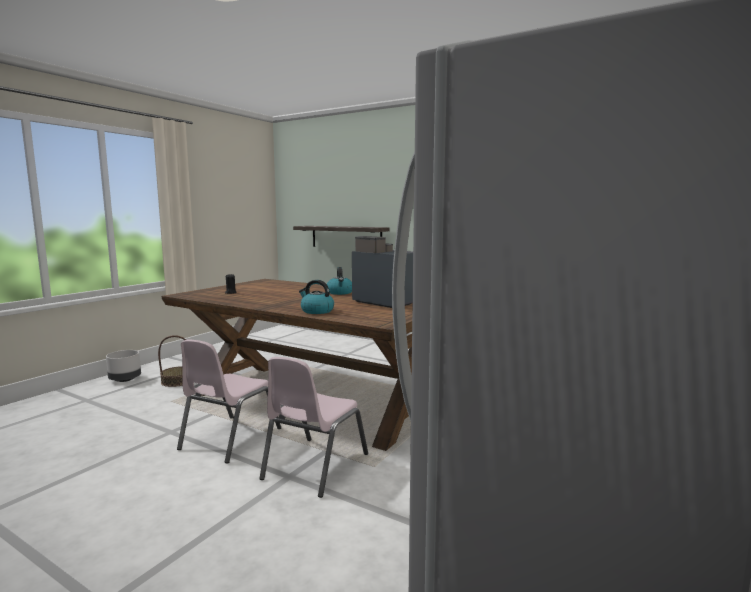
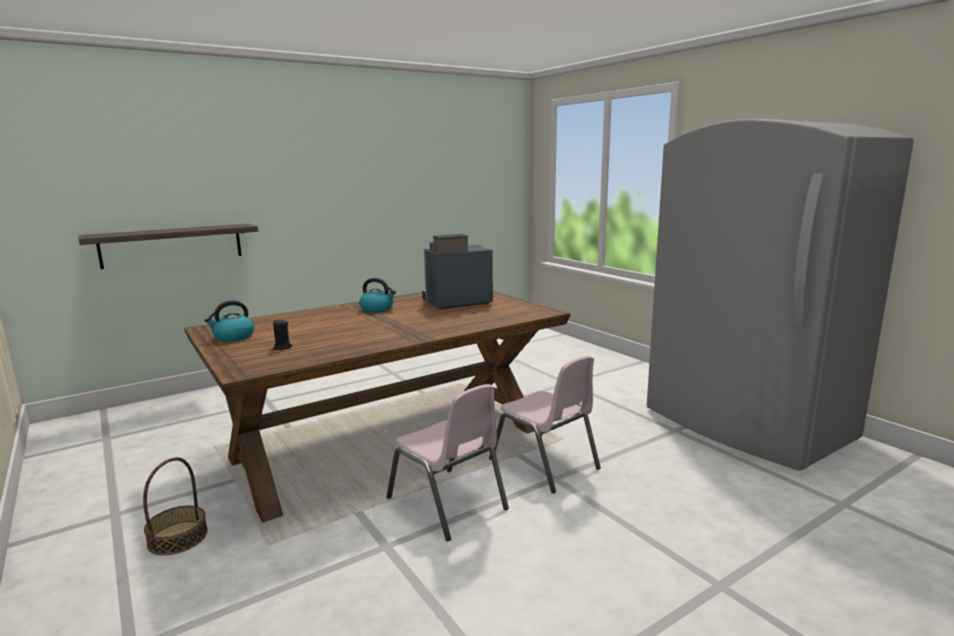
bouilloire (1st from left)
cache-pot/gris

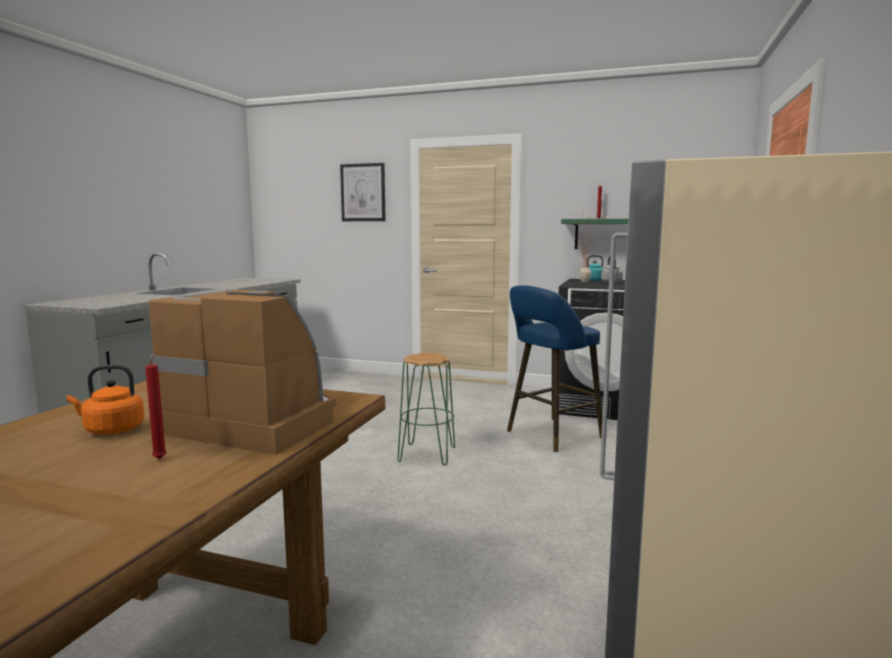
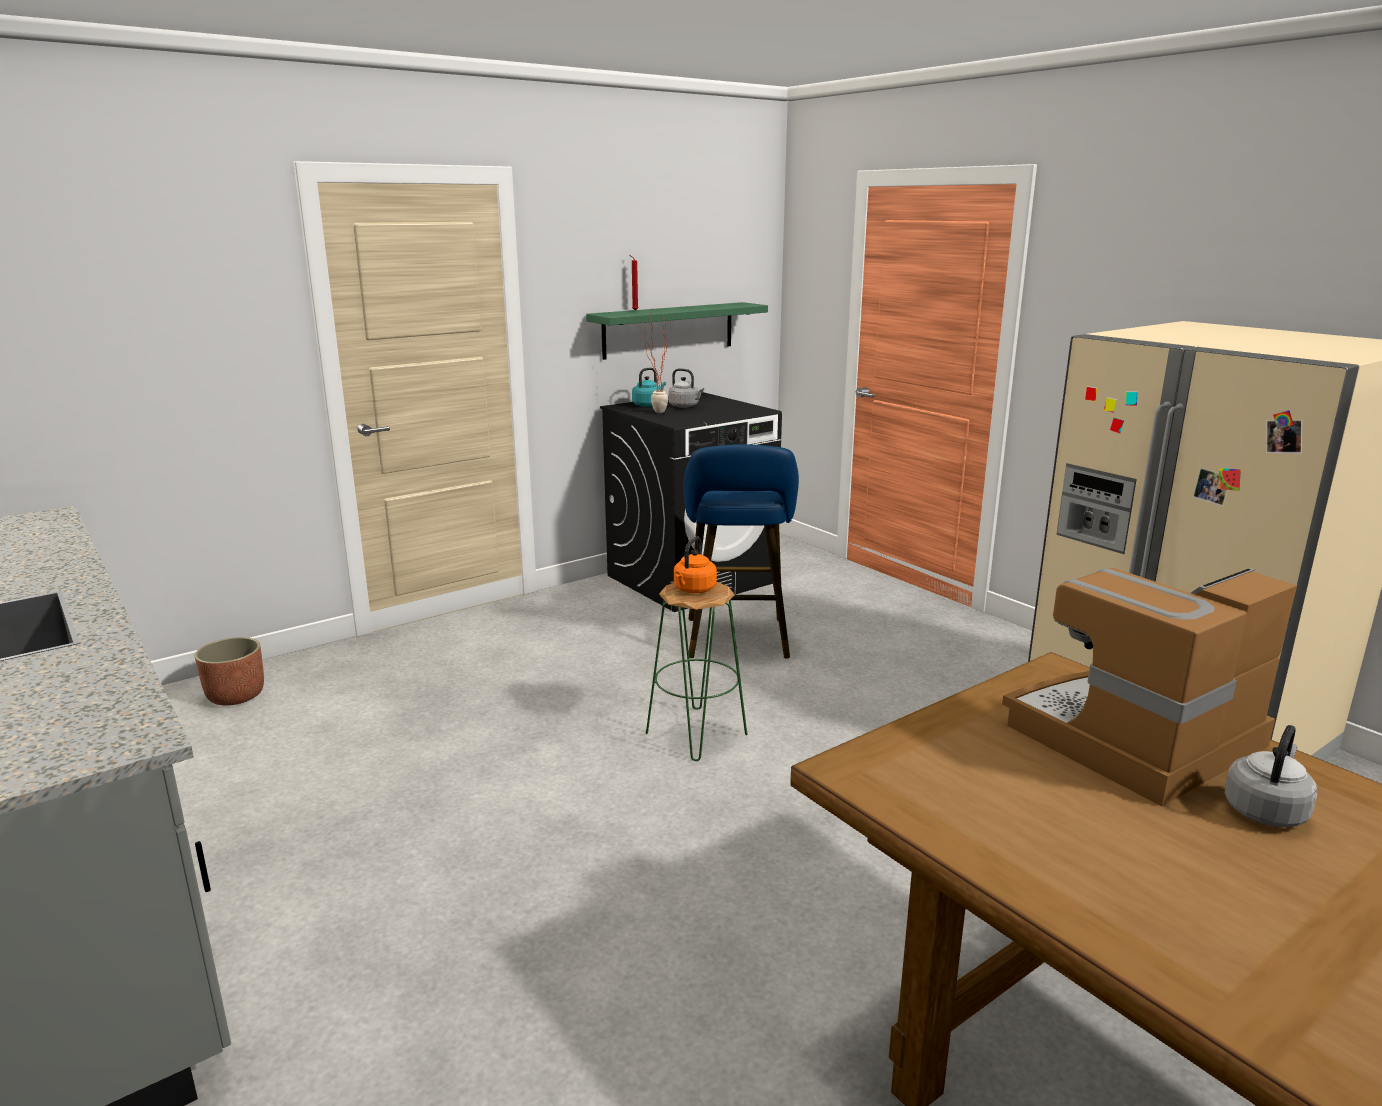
cache-pot
bouilloire/orange
bouilloire/gris (2nd from left)
tableau

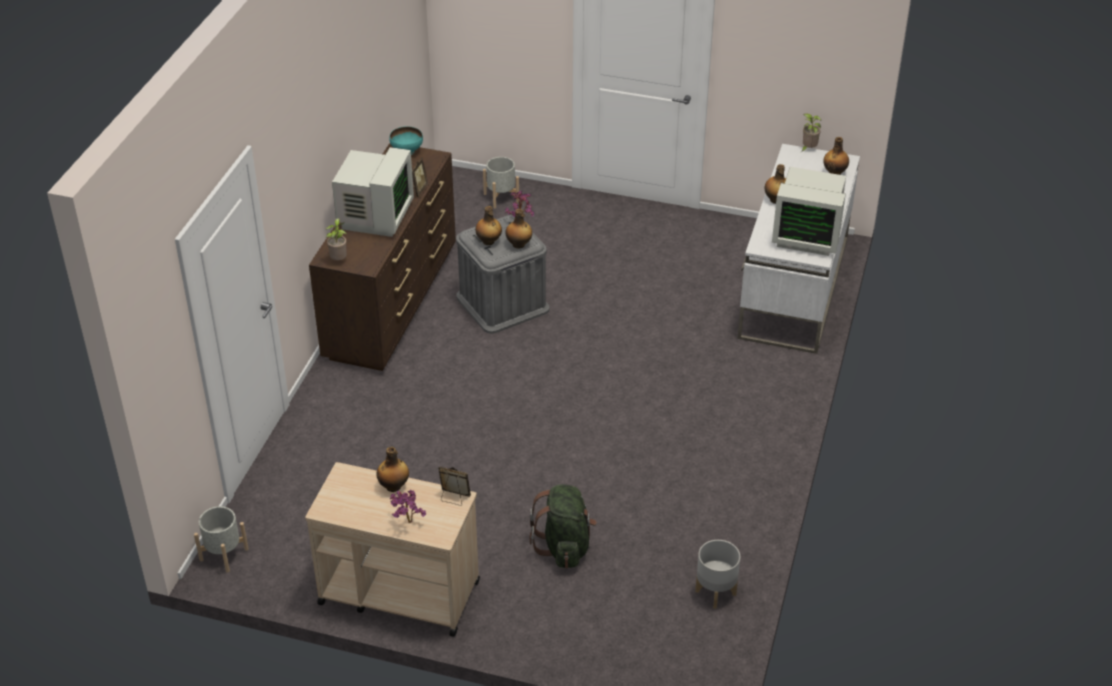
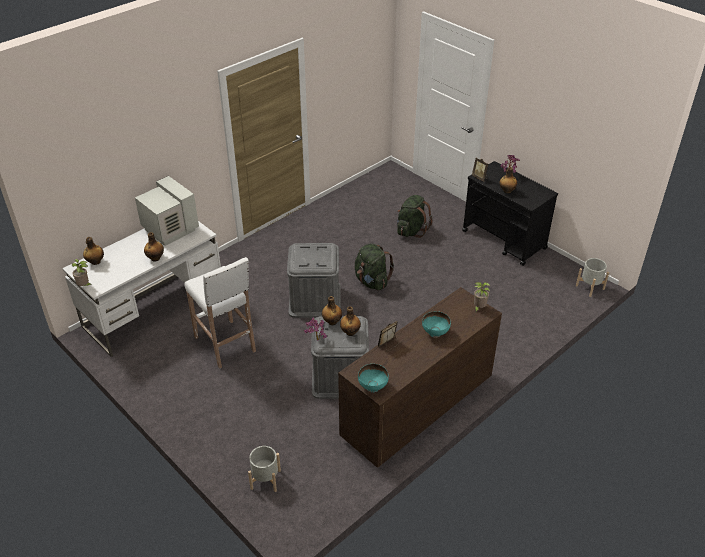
tabouret/blanc
boîte de rangement/gris (1st from left)
sac à dos/vert (1st from left)
bol/turquoise (2nd from left)
chariot/noir
cache-pot/gris (3rd from left in the first image)

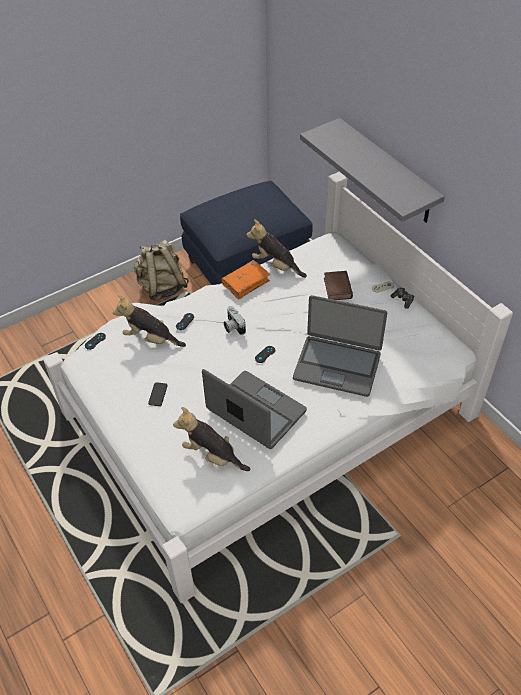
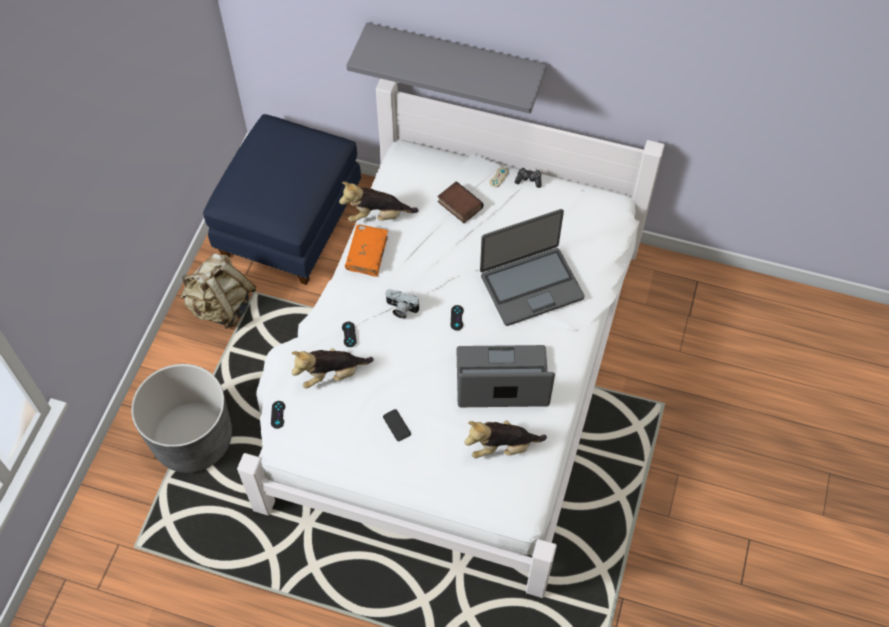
cache-pot/gris

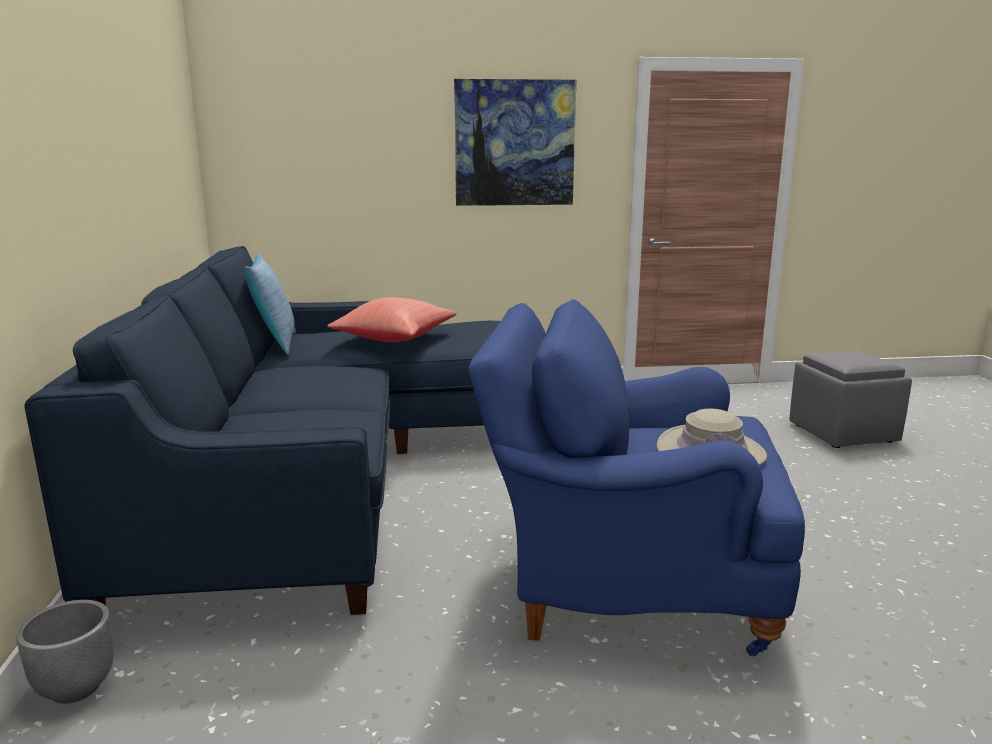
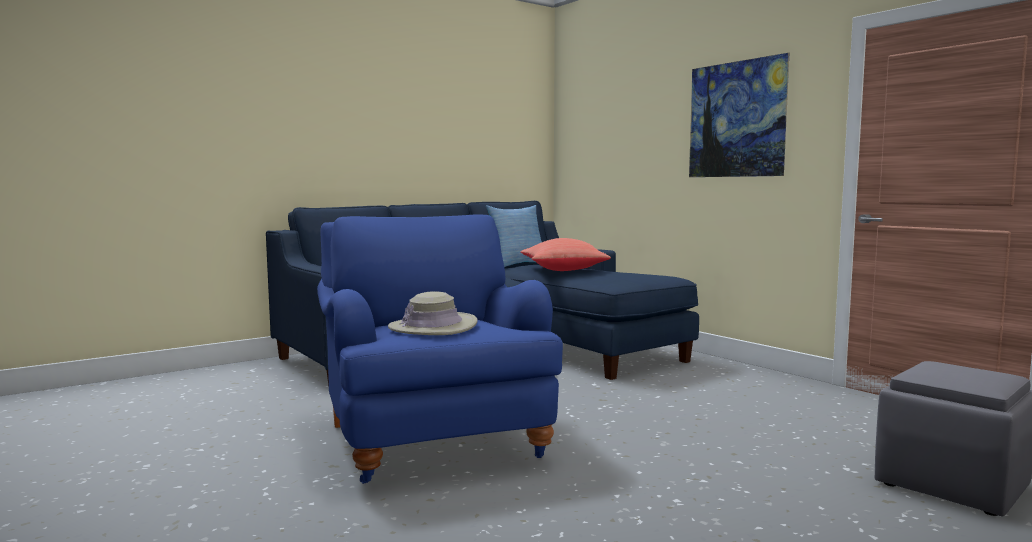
cache-pot/gris

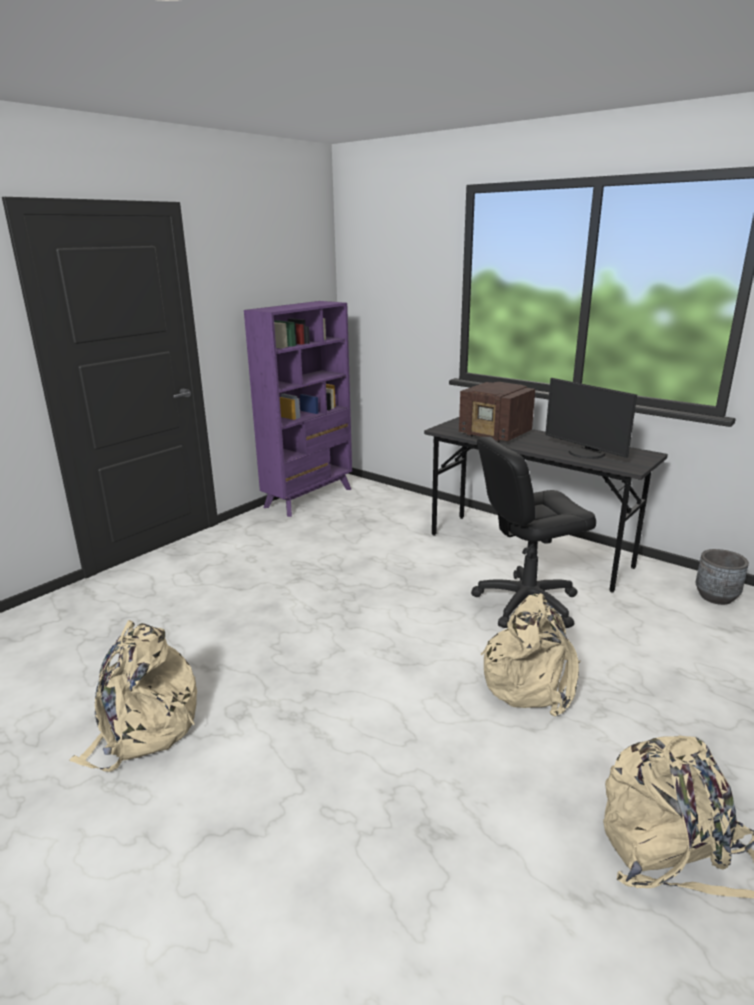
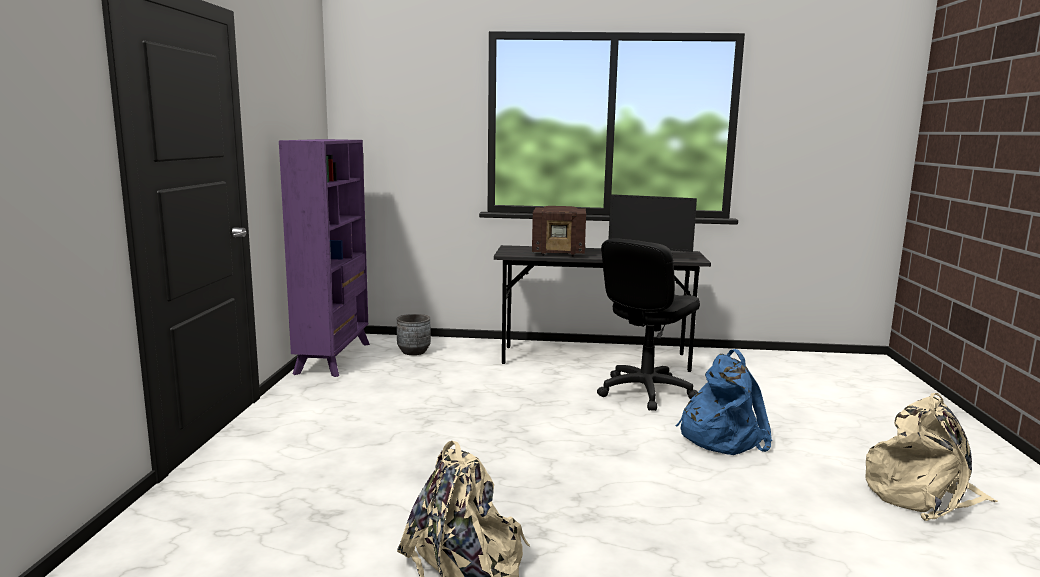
cache-pot/gris
sac à dos/bleu

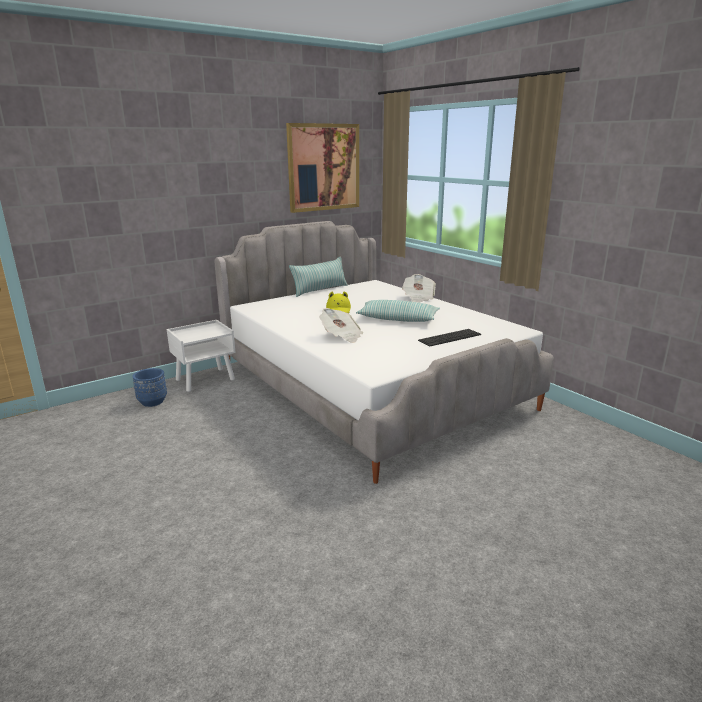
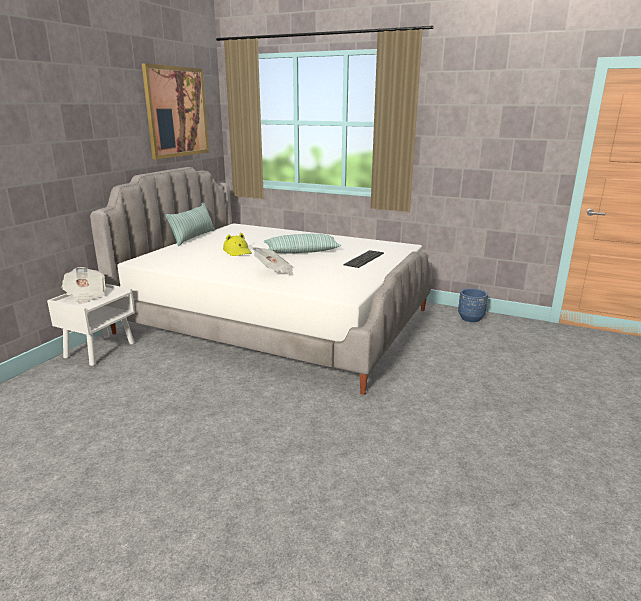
journal (1st from left)
cache-pot/bleu

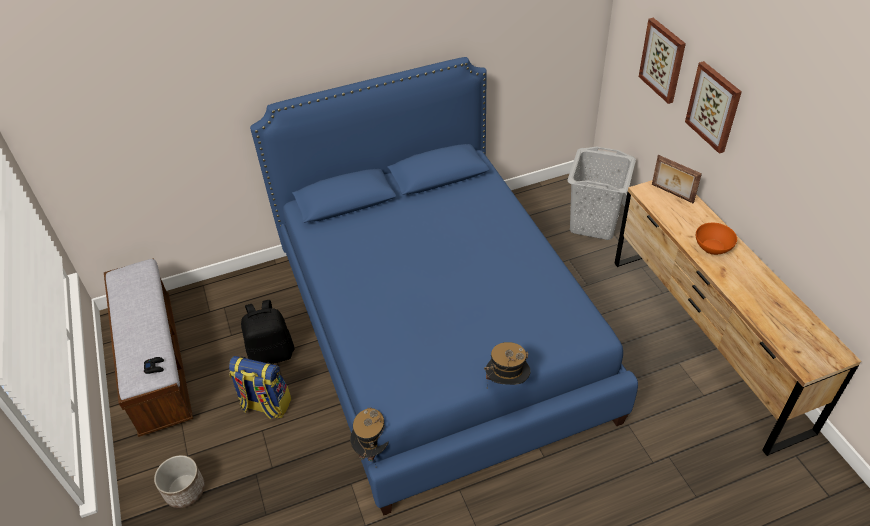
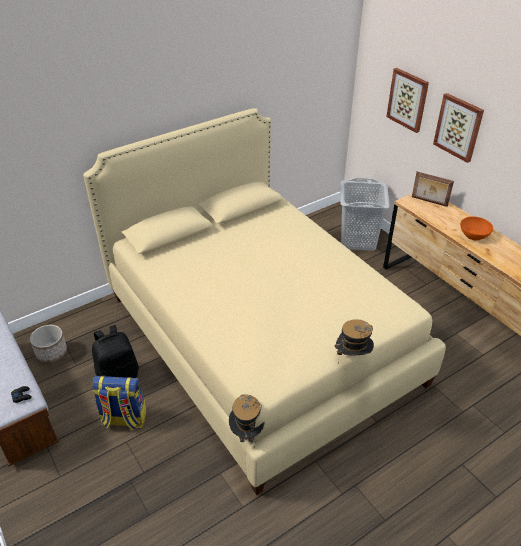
cache-pot
lit/beige

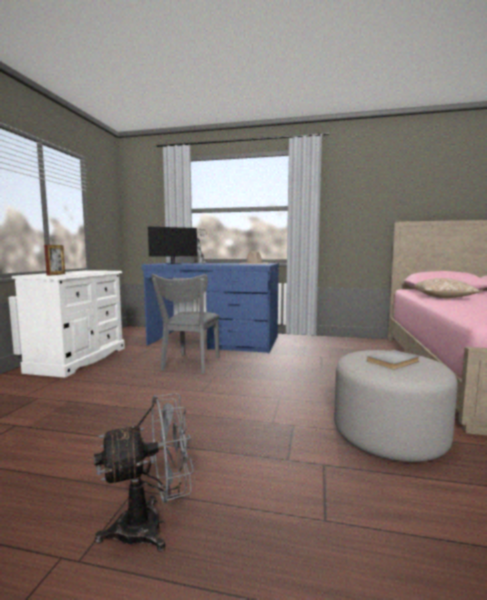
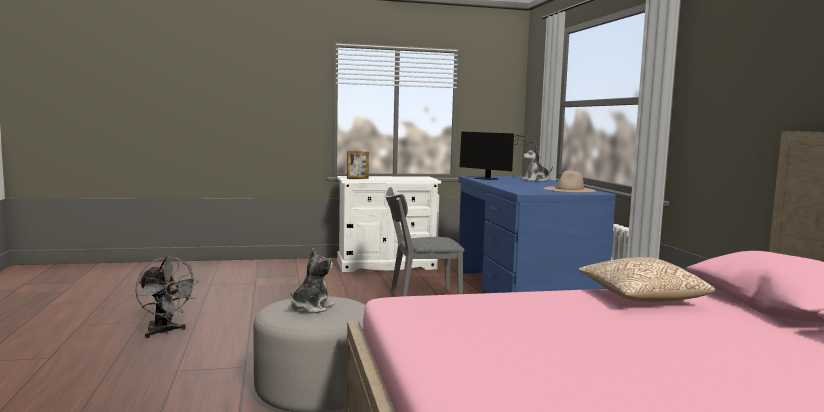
peluche (1st from left)

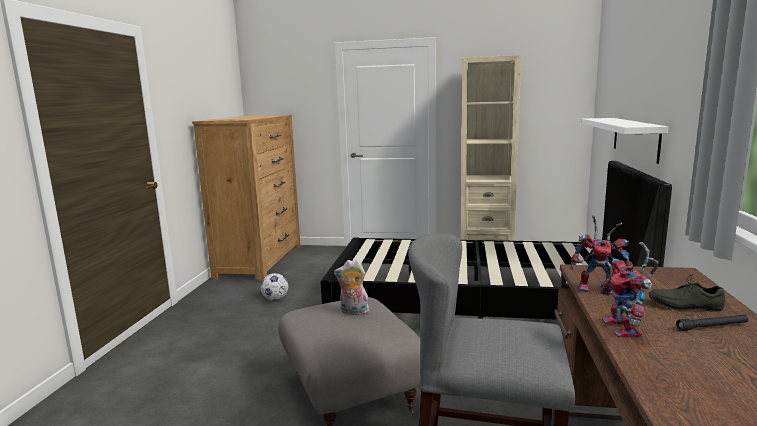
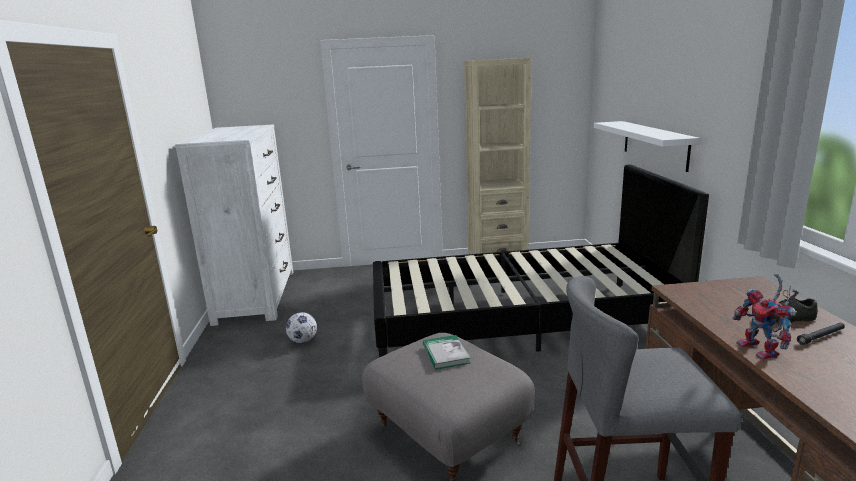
commode/blanc
livre
robot jouet (1st from left in the first image)

